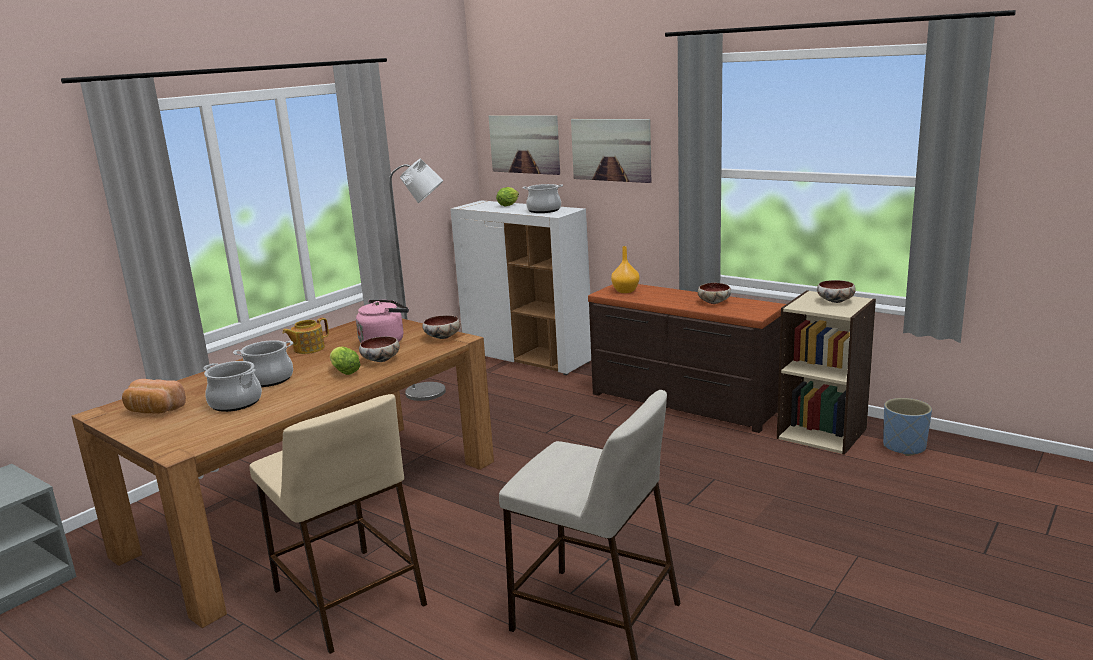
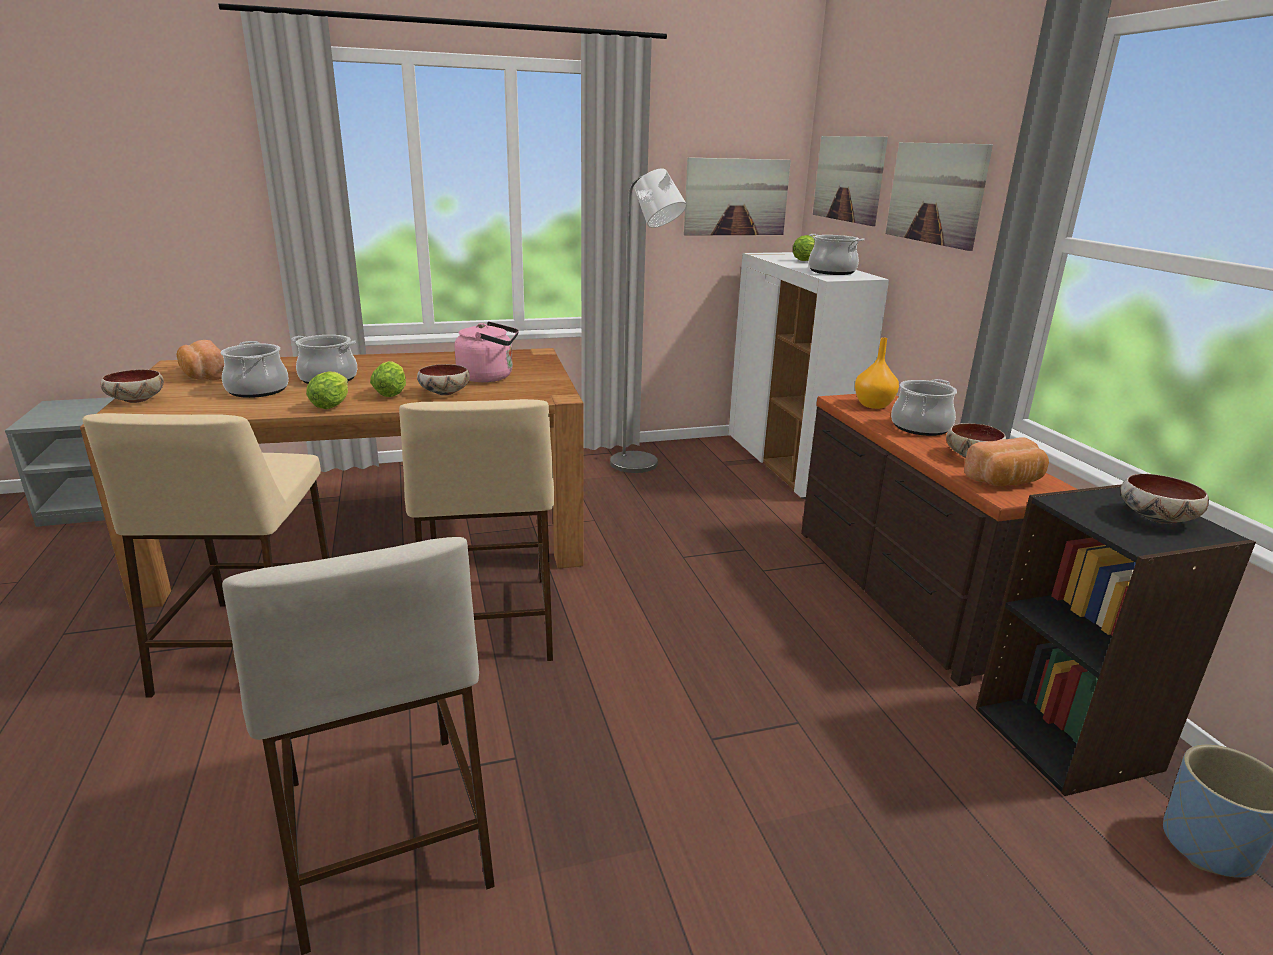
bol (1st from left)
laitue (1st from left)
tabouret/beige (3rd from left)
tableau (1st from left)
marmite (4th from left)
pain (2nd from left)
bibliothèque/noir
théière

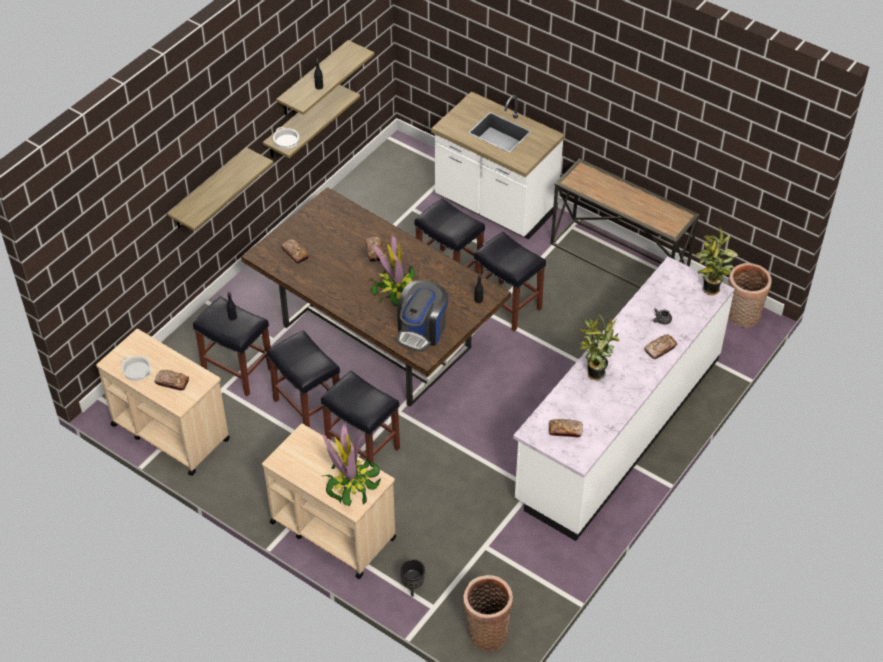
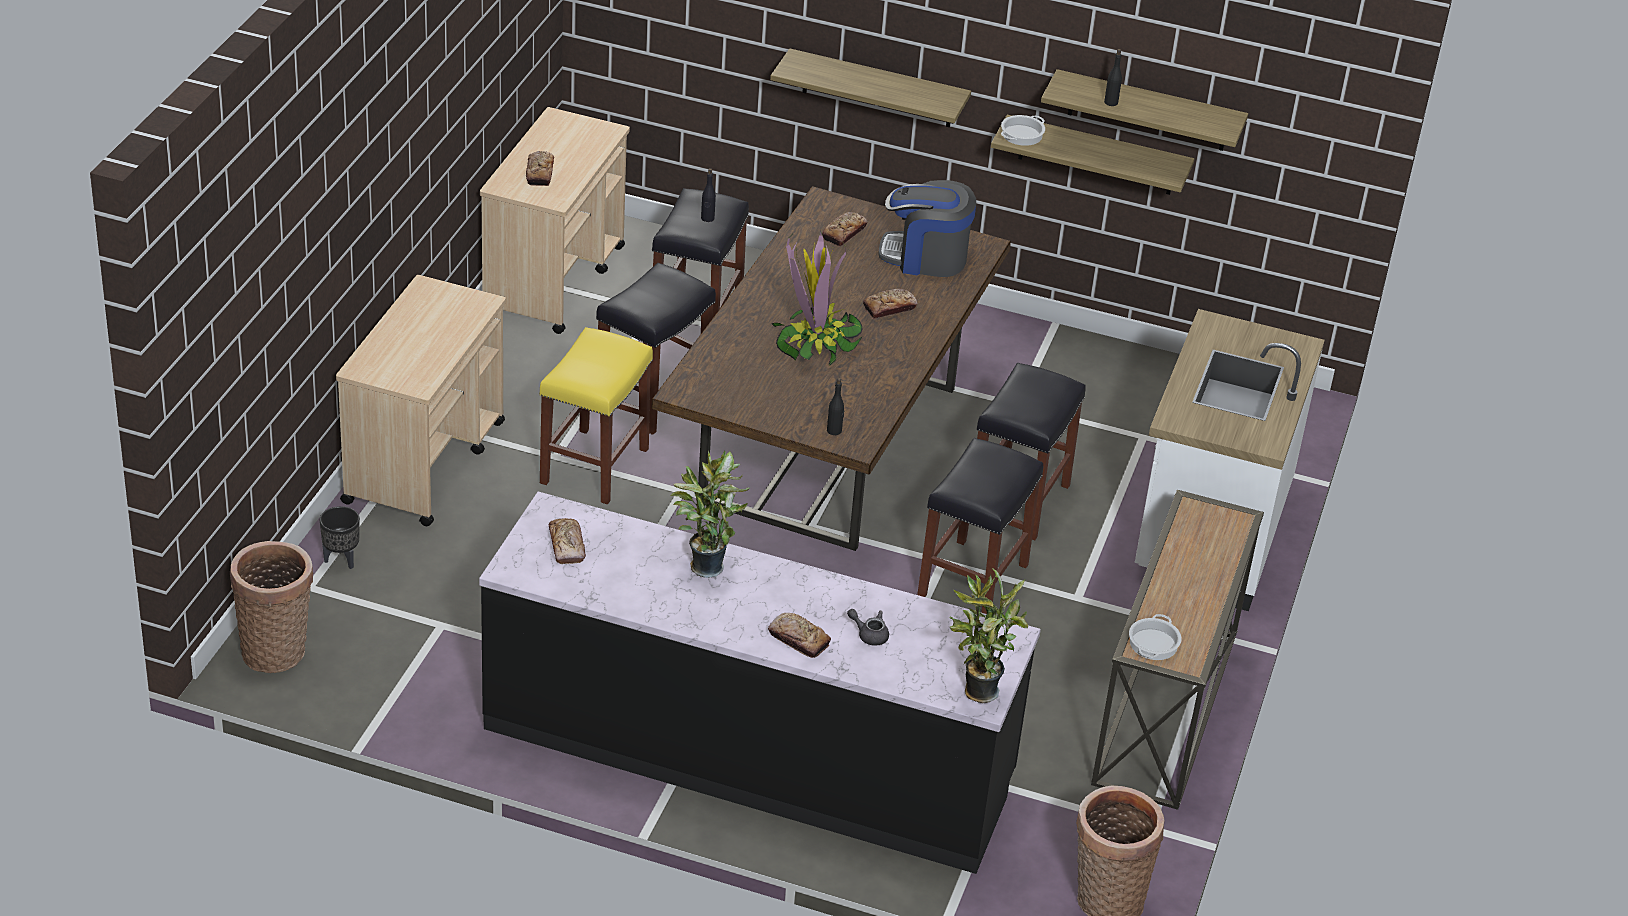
comptoir de cuisine/noir
tabouret/jaune
machine à café
marmite (2nd from left)
plante en pot (1st from left in the first image)

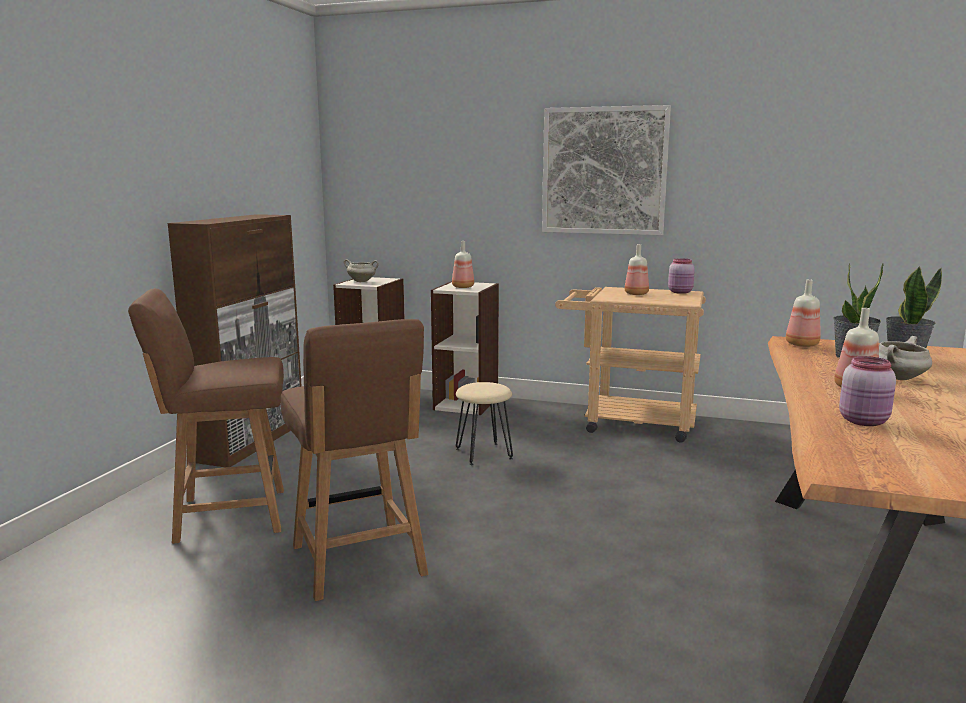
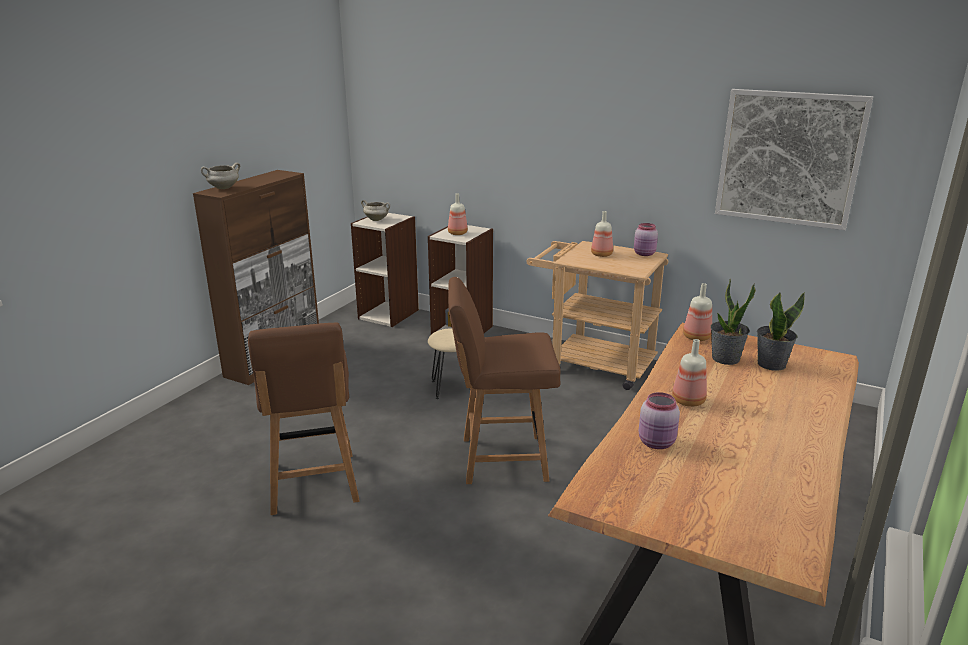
marmite/blanc (1st from left)
chaise/marron (2nd from left)
tableau

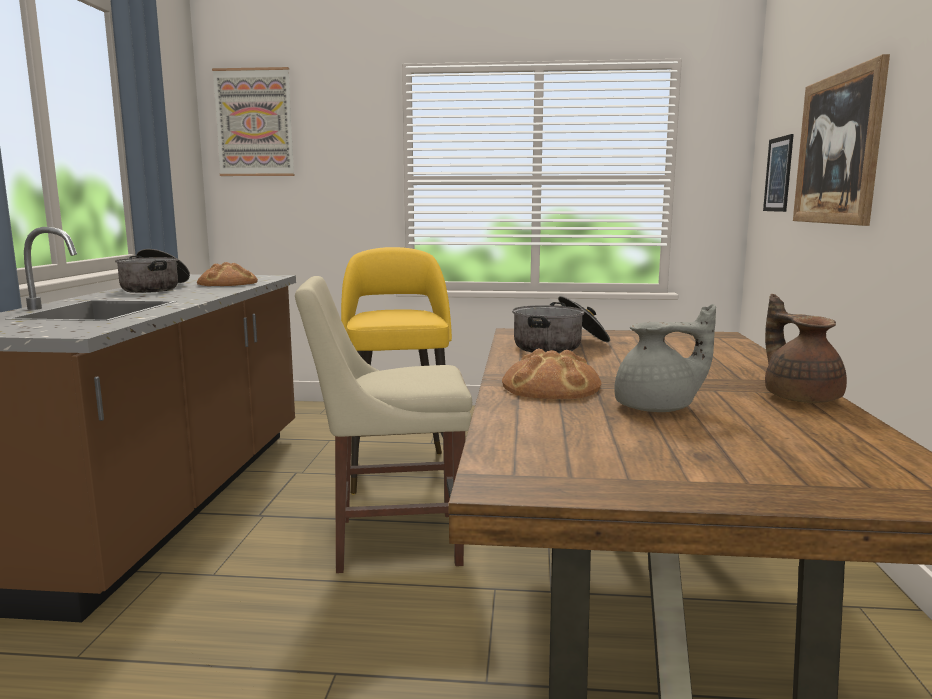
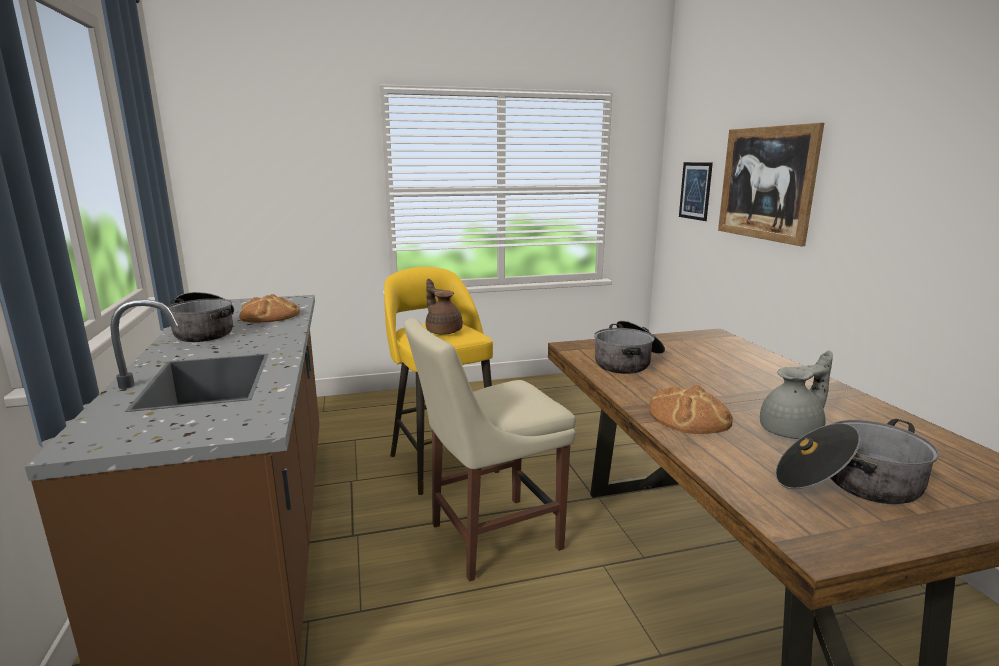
théière/marron
marmite (3rd from left)
tableau (1st from left in the first image)

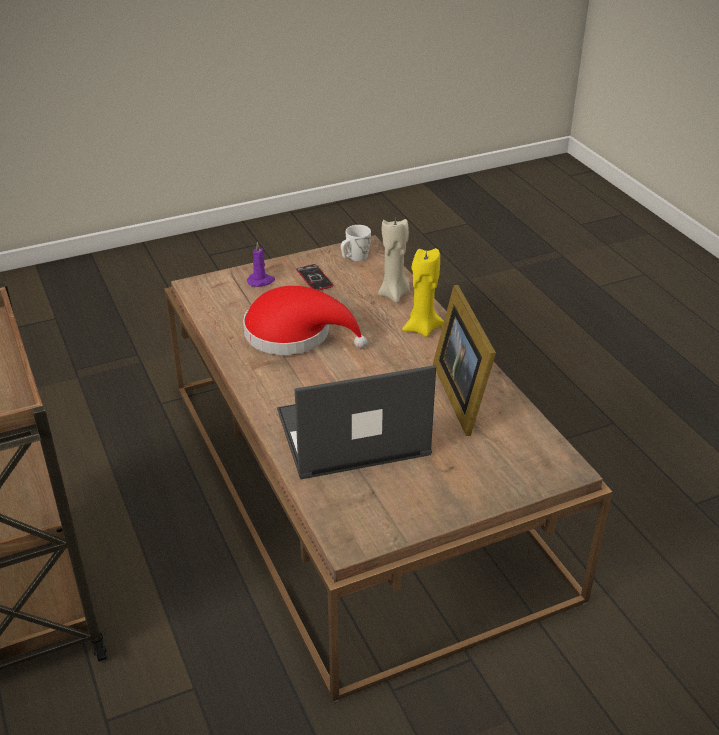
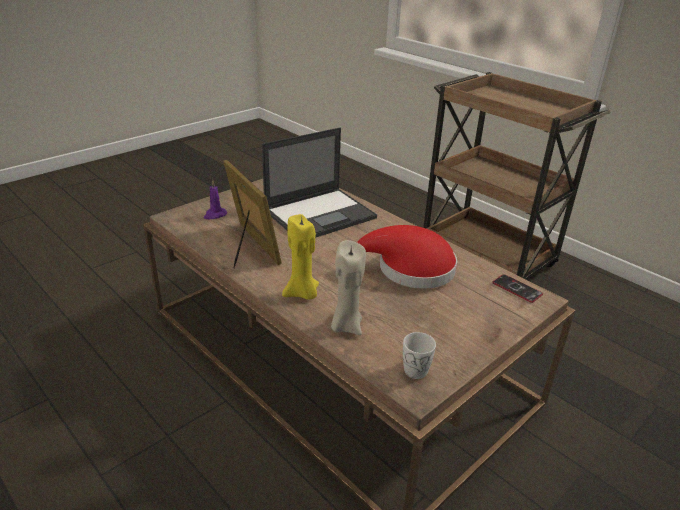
bougie/violet
téléphone

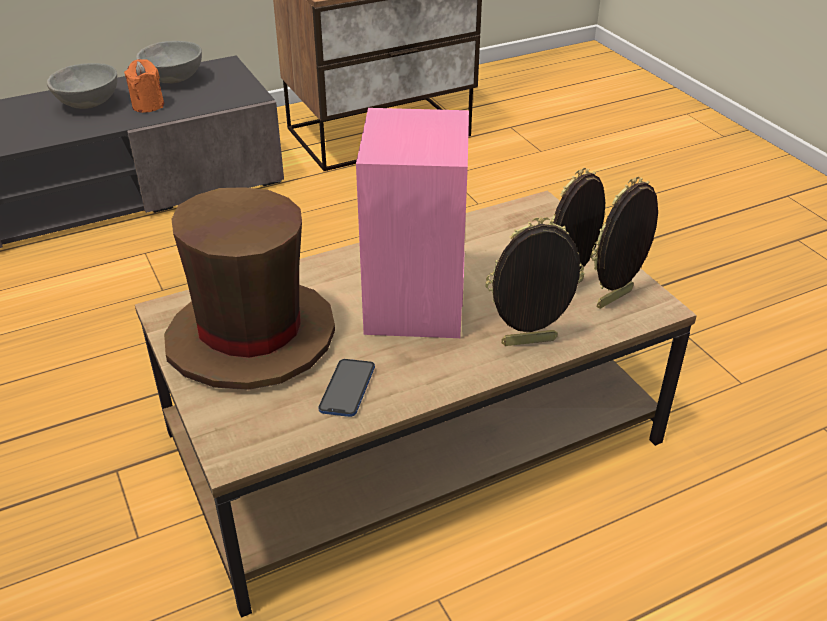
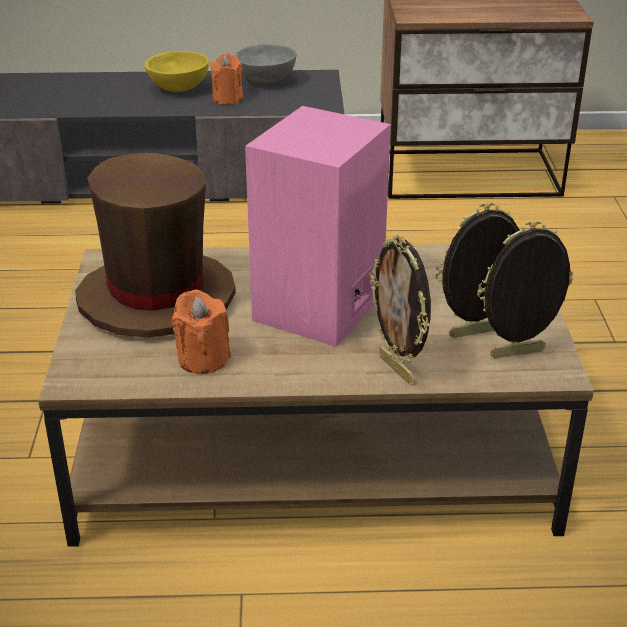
bol/jaune
bougie/orange (1st from left)
cadre photo (1st from left)

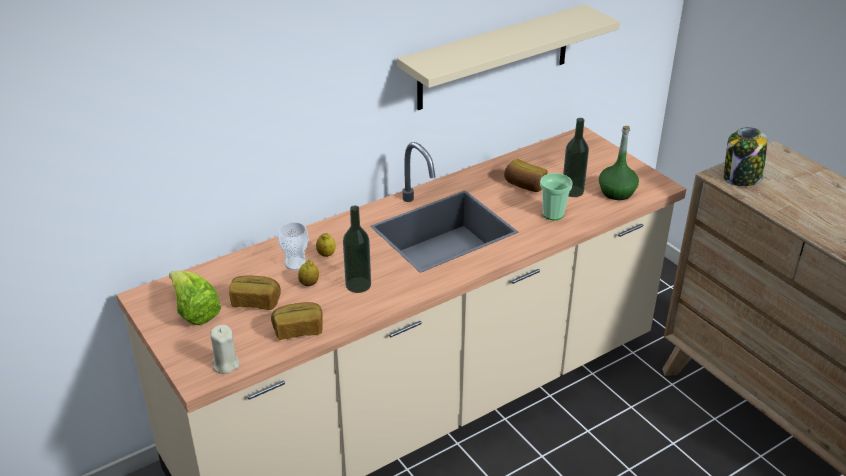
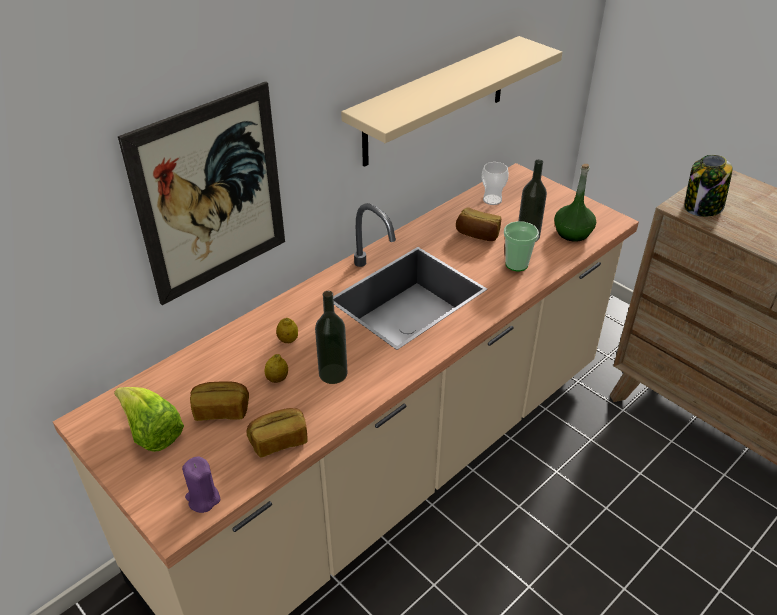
tableau
bougie/violet
tasse (1st from left)

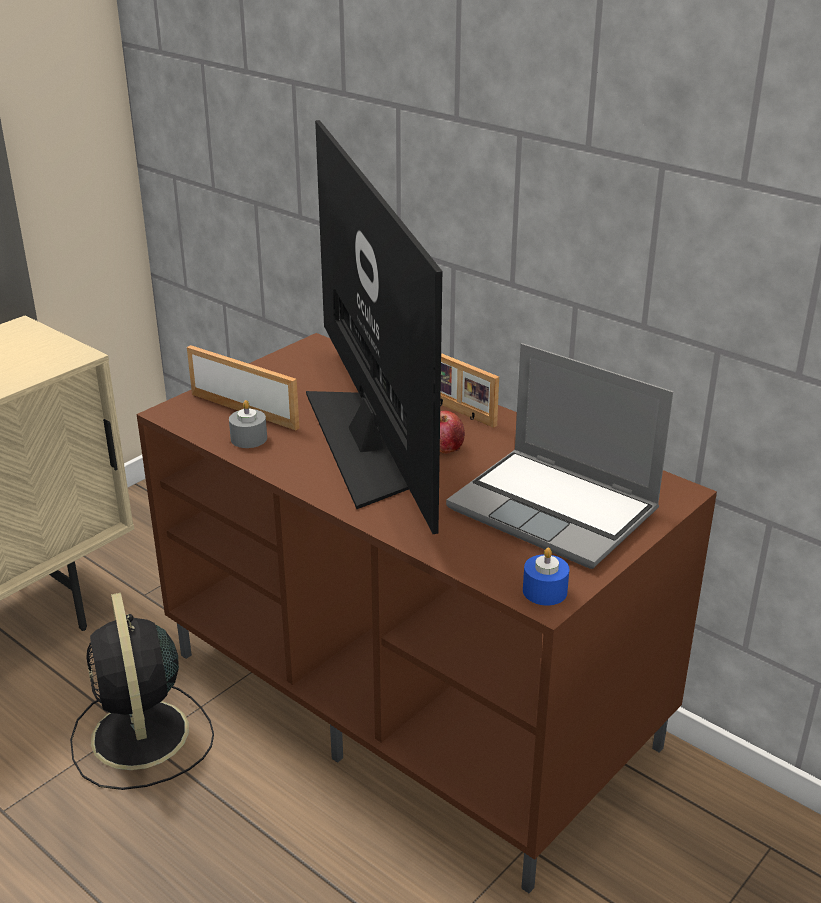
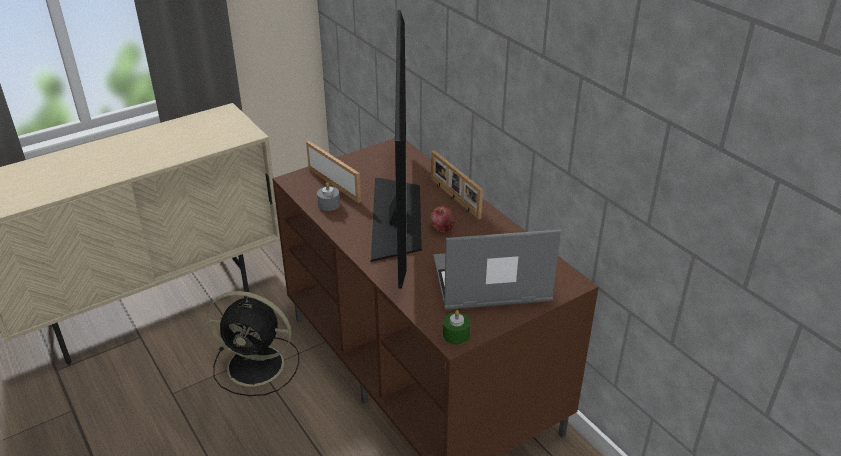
ventilateur/noir
ordinateur portable
bougie/vert

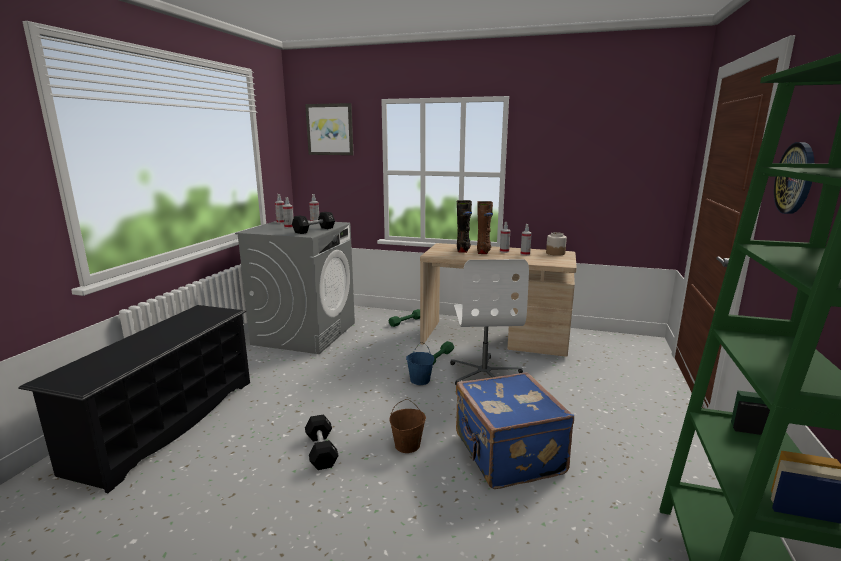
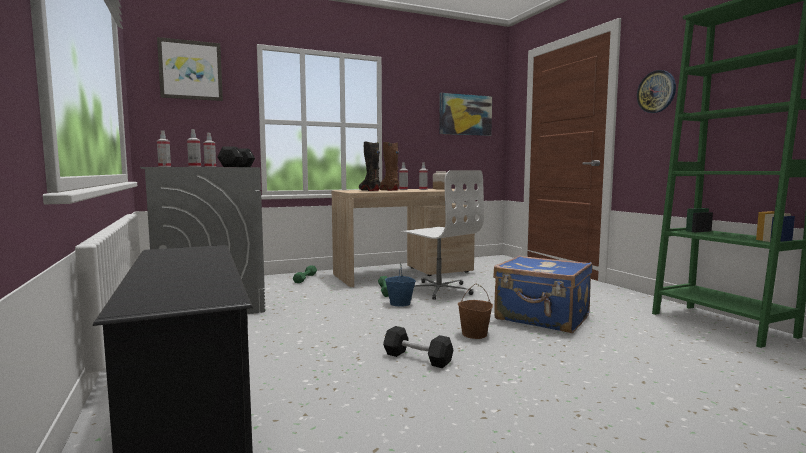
tableau (2nd from left)

